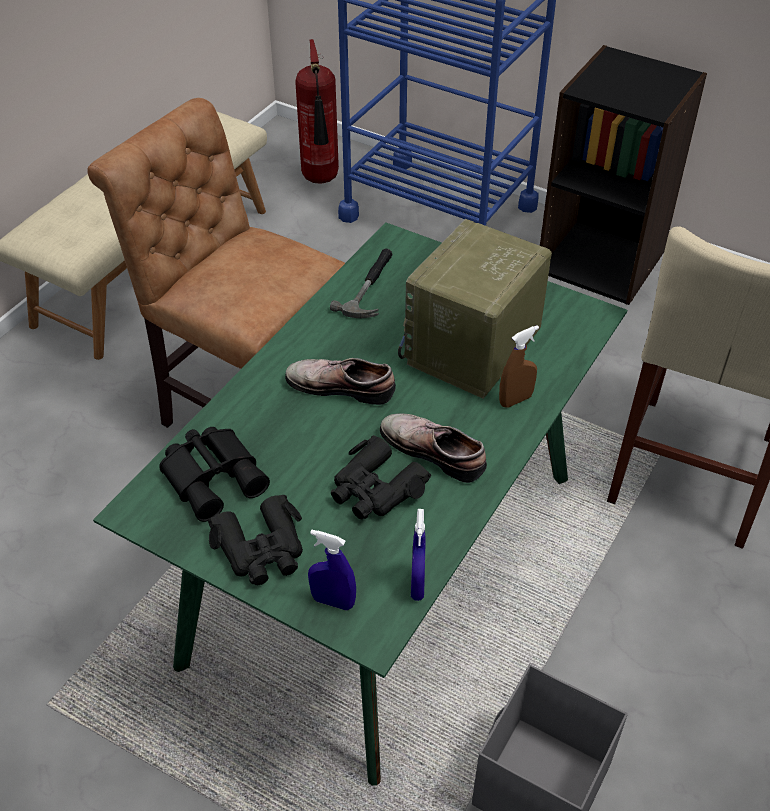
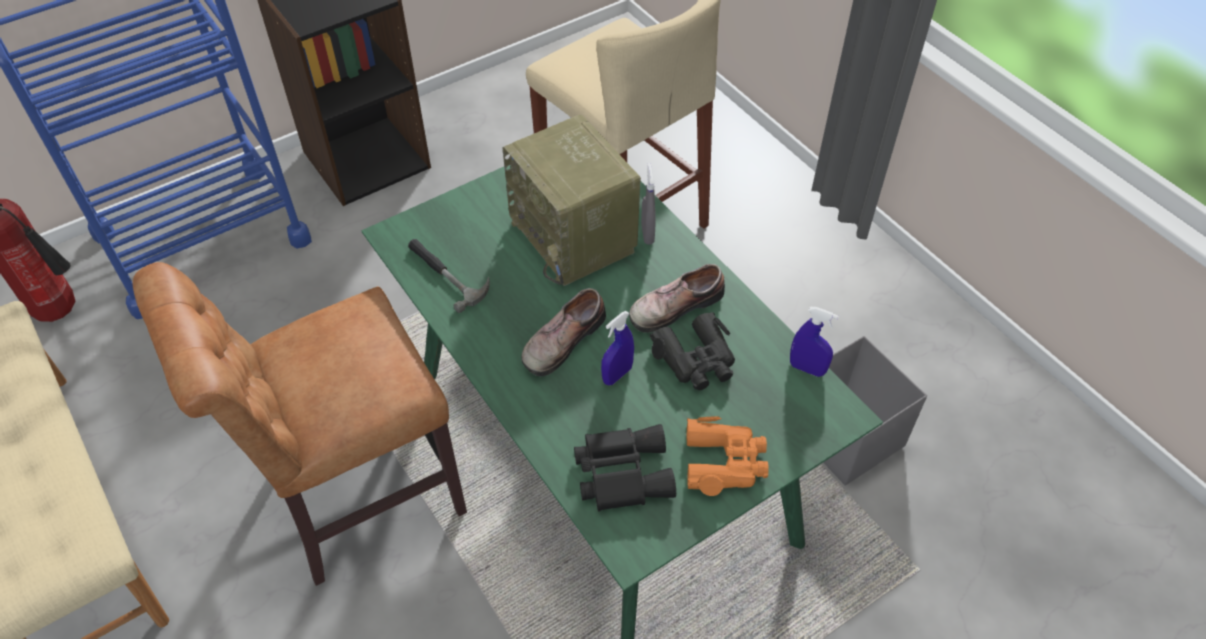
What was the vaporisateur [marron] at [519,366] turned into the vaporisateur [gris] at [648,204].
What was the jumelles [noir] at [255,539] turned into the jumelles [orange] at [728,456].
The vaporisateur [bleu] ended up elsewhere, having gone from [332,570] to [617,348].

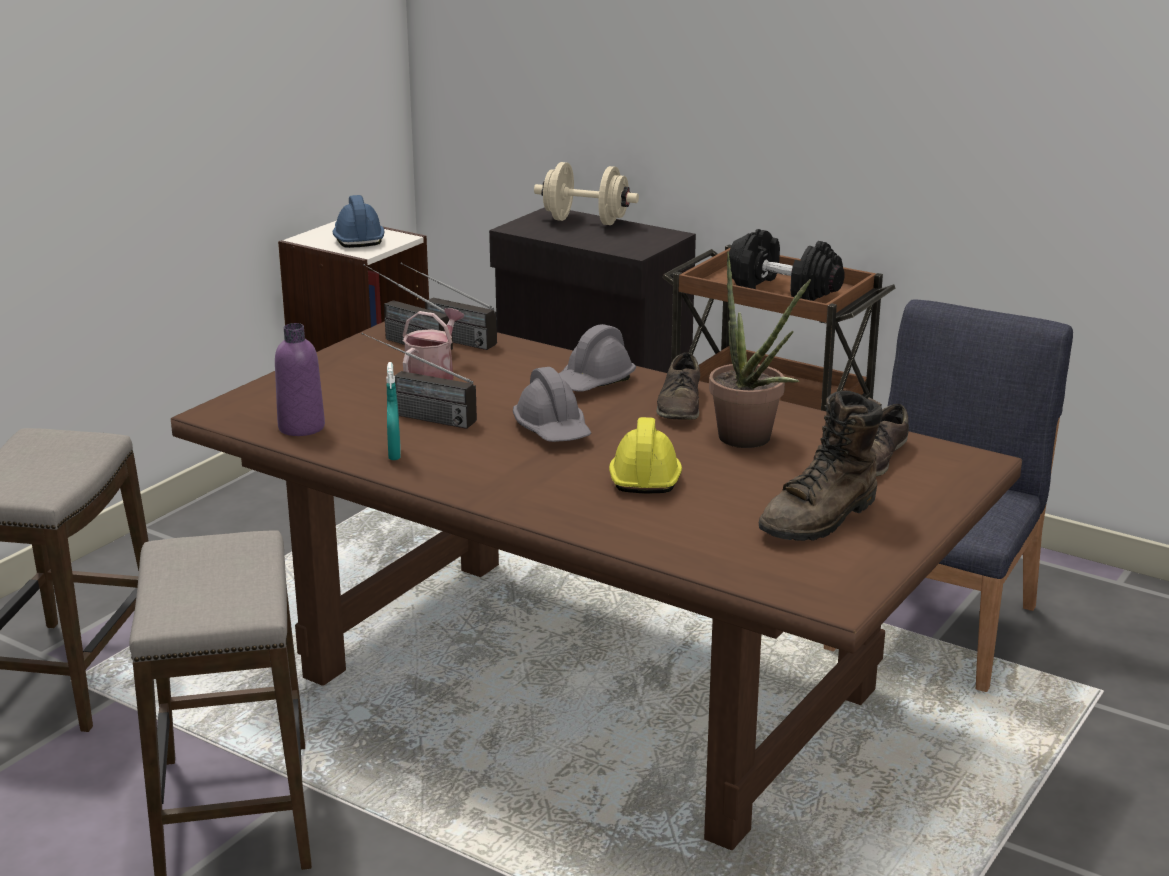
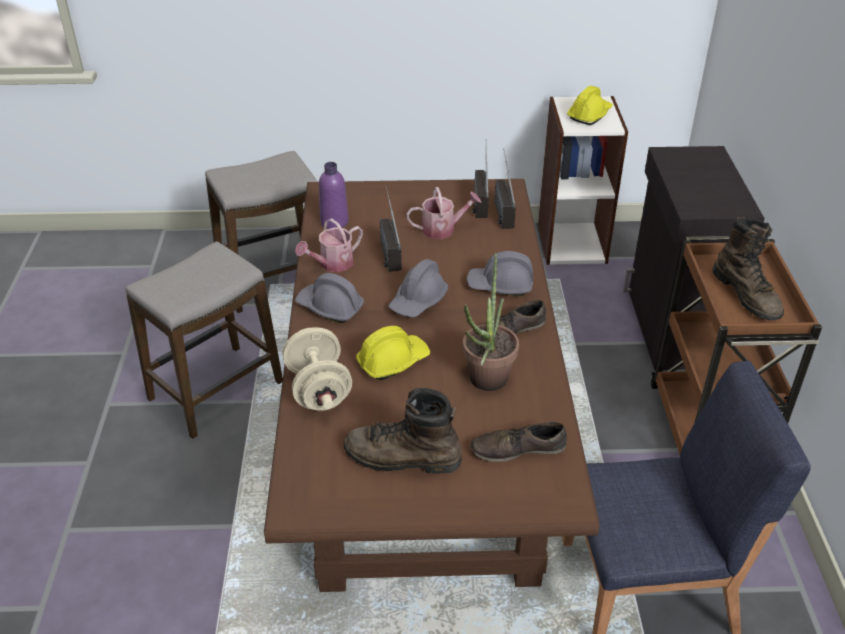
The haltère [beige] ended up elsewhere, having gone from [586,193] to [317,369].
What was the casque de chantier [bleu] at [358,221] turned into the casque de chantier [jaune] at [590,105].
Where the haltère [noir] stood at [786,265], the botte [marron] came to stand at [748,268].
Where the vaporisateur [turquoise] stood at [393,411], the arrosoir came to stand at [329,245].
The second view gained the casque de chantier [gris] at [329,298].

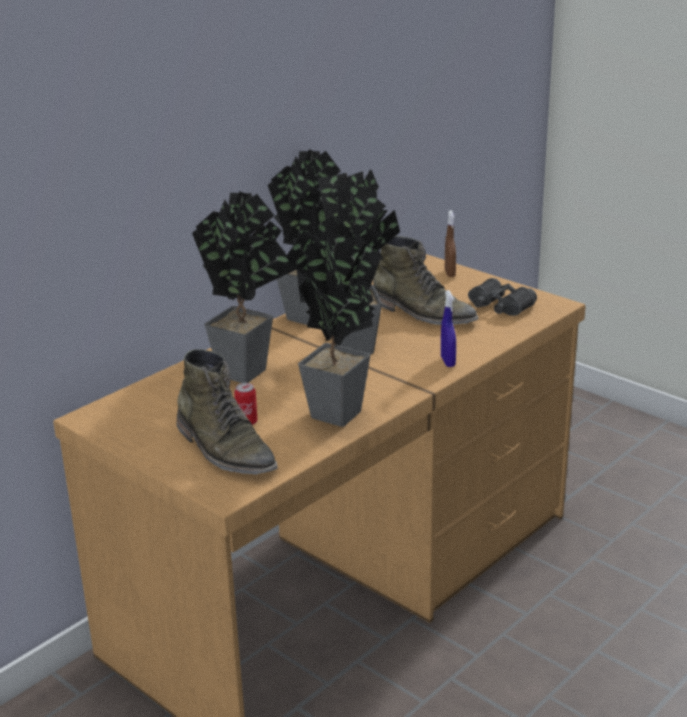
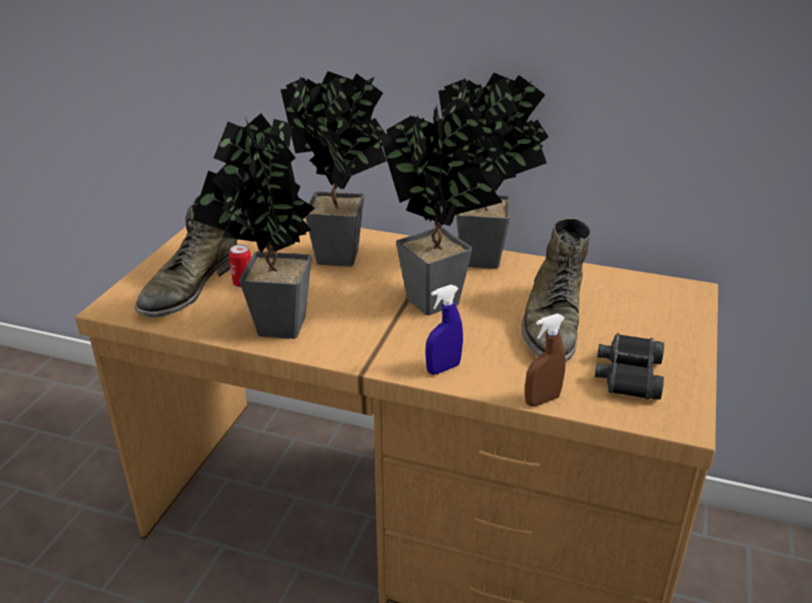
The vaporisateur [marron] ended up elsewhere, having gone from [450,243] to [545,360].

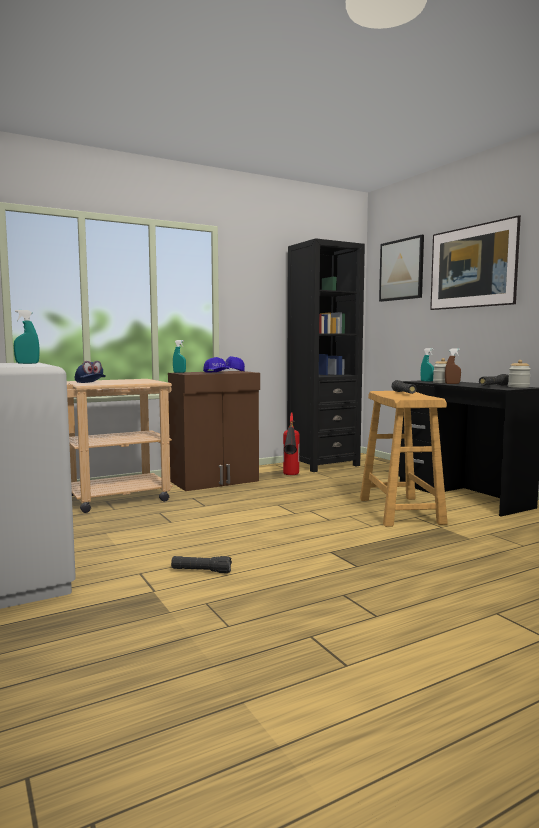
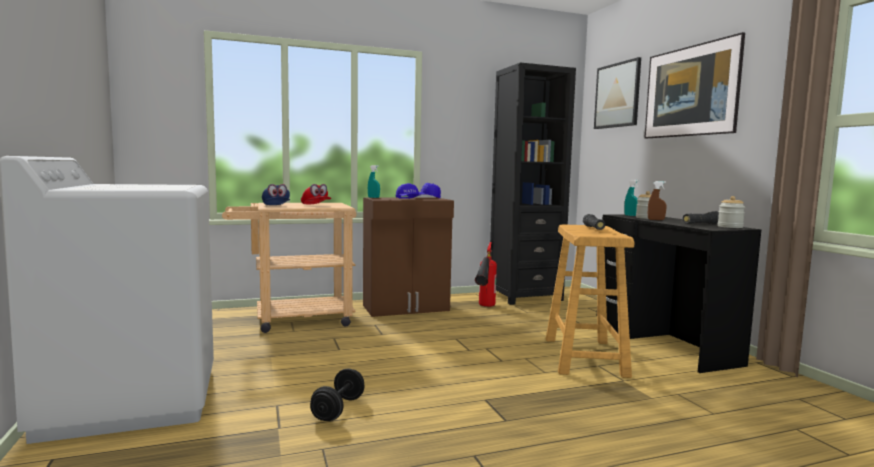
The second view lost the vaporisateur [turquoise] at [26,337].
Where the lampe de poche [noir] stood at [201,564], the haltère [noir] came to stand at [337,394].
The second view gained the casquette [rouge] at [316,194].

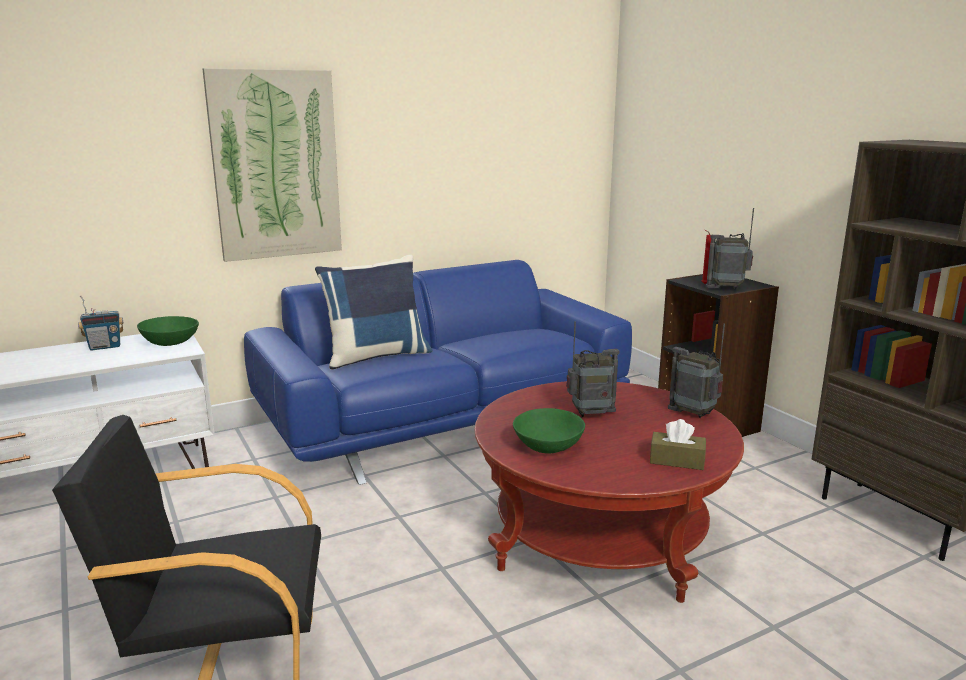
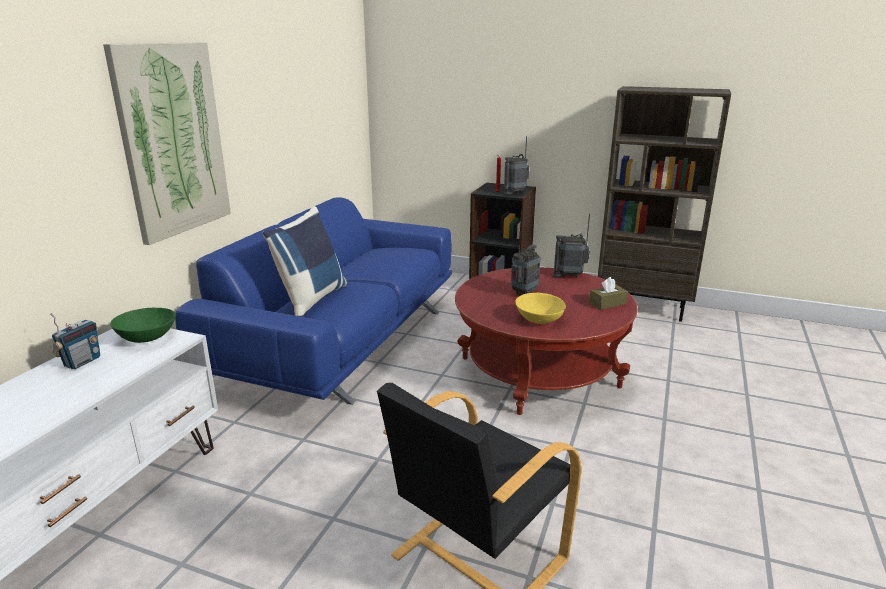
What was the bol [vert] at [549,431] turned into the bol [jaune] at [540,308].

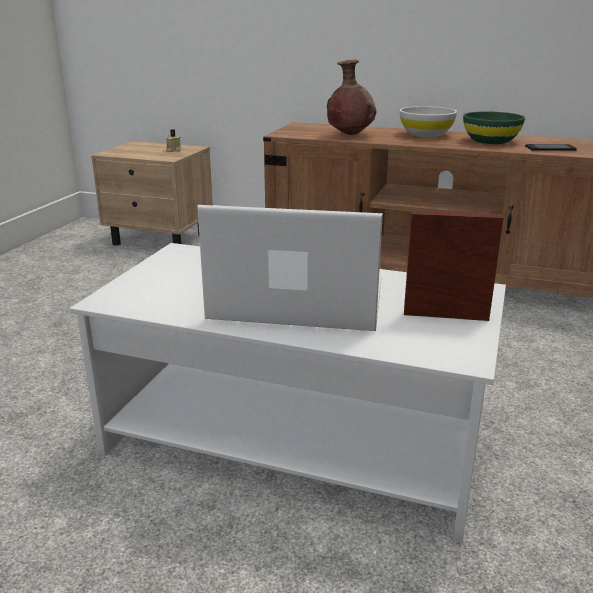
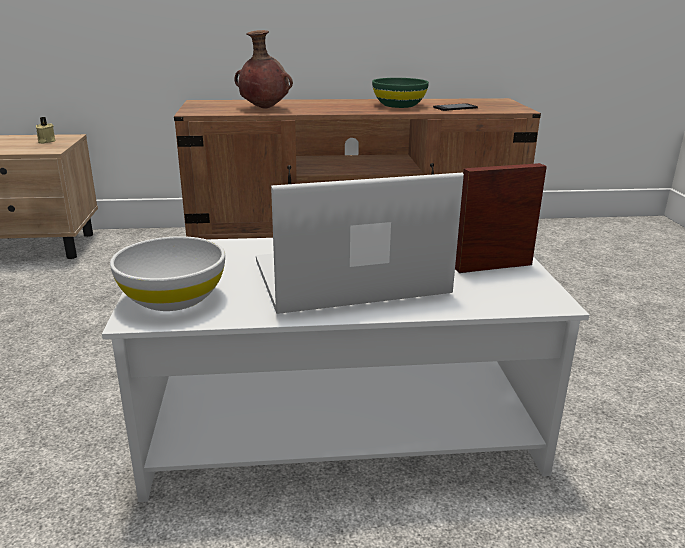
The bol [blanc] ended up elsewhere, having gone from [428,121] to [167,273].

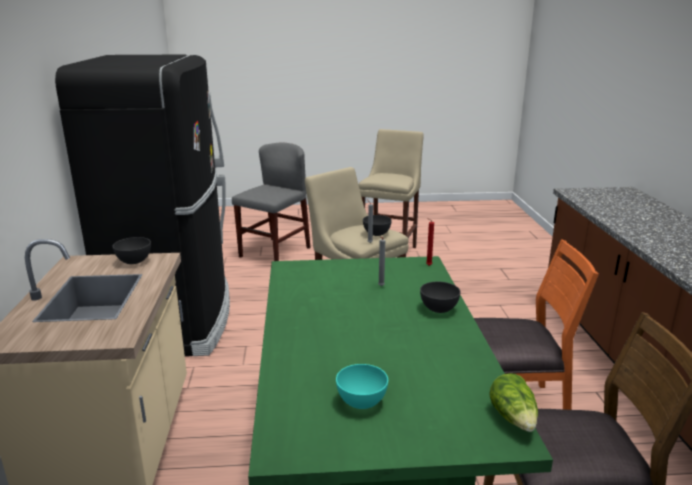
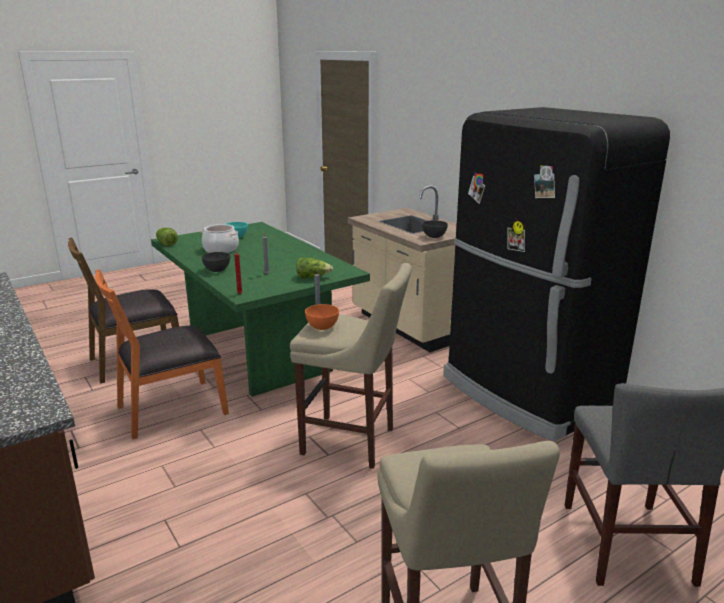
What was the bol [gris] at [377,225] turned into the bol [orange] at [322,317].
The second view gained the marmite at [220,238].
The second view gained the laitue at [315,268].

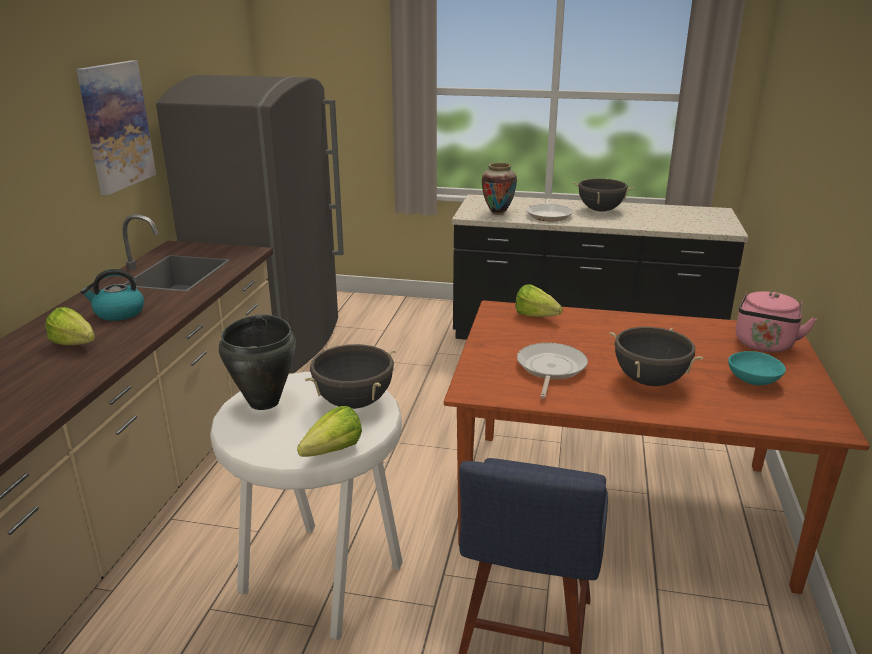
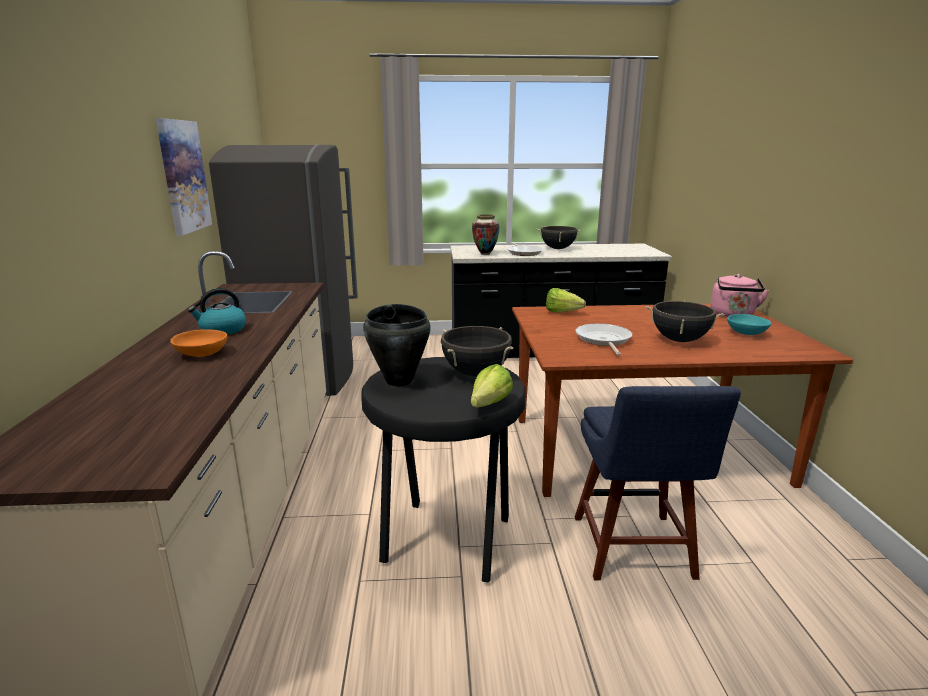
Where the laitue stood at [70,326], the bol [orange] came to stand at [198,343].
What was the tabouret [blanc] at [306,506] turned into the tabouret [noir] at [443,470].

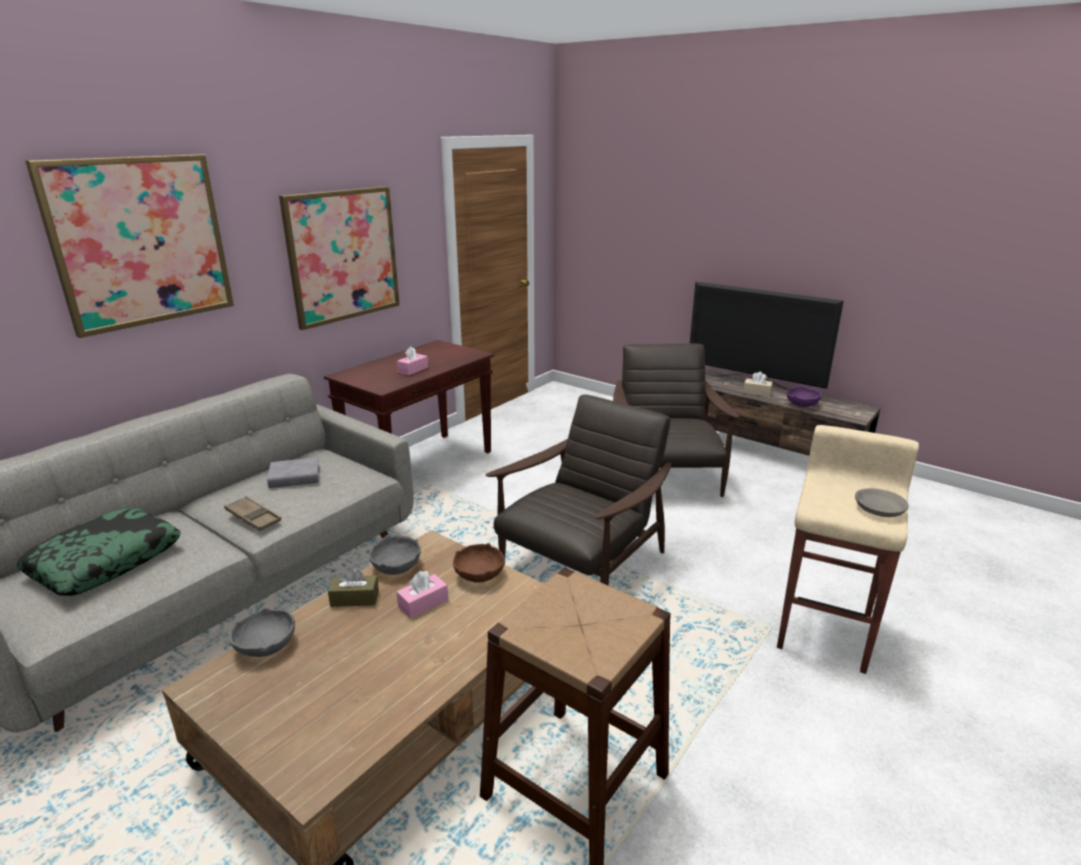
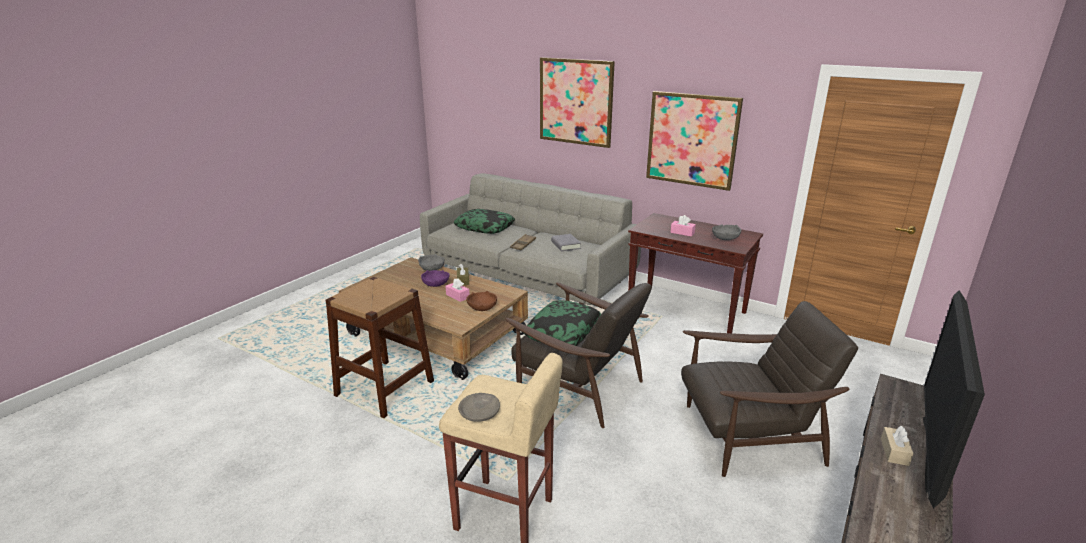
The bol [violet] ended up elsewhere, having gone from [804,396] to [435,278].
The bol [gris] ended up elsewhere, having gone from [395,555] to [726,232].
The second view gained the coussin at [562,323].

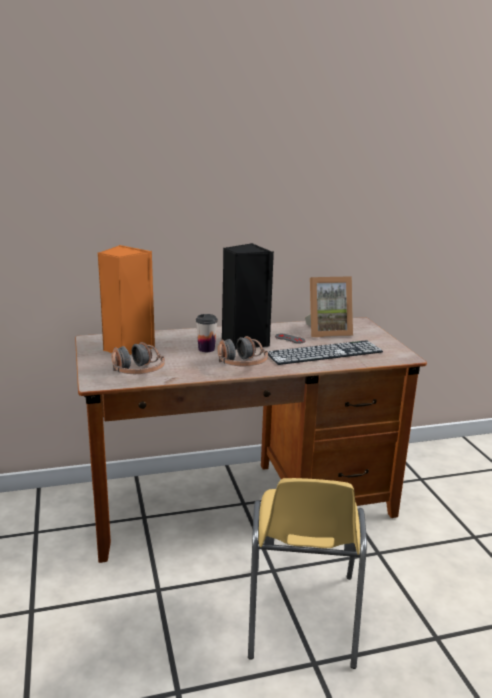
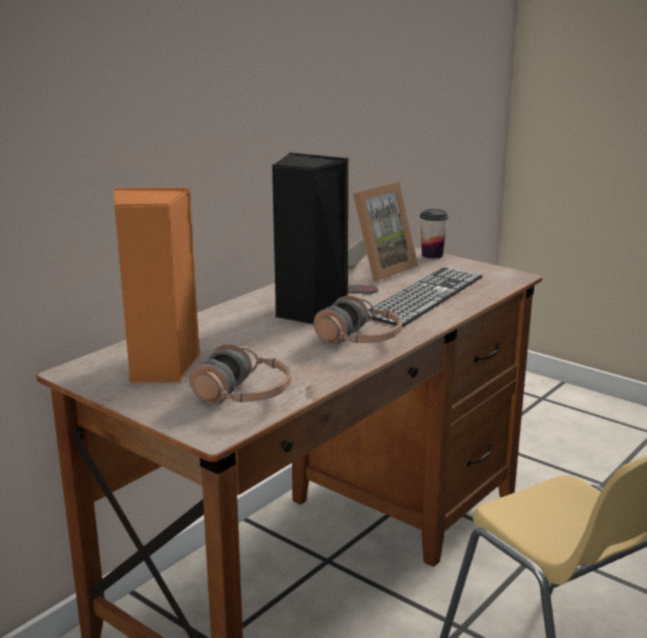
The tasse ended up elsewhere, having gone from [207,333] to [434,234].

